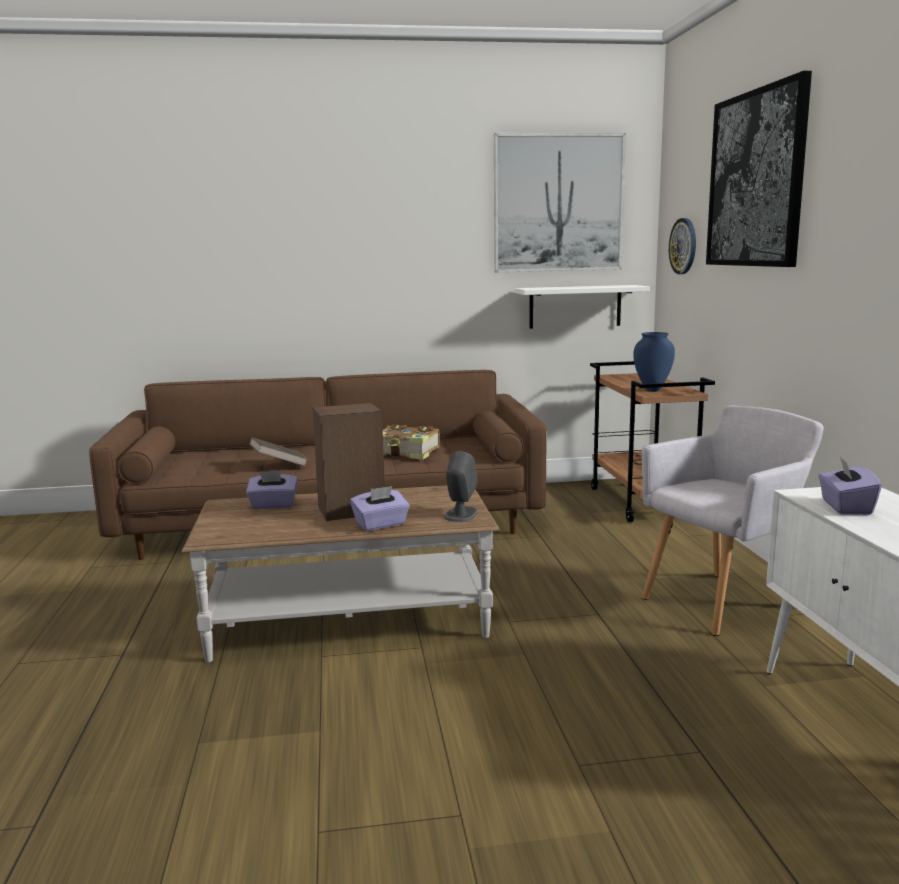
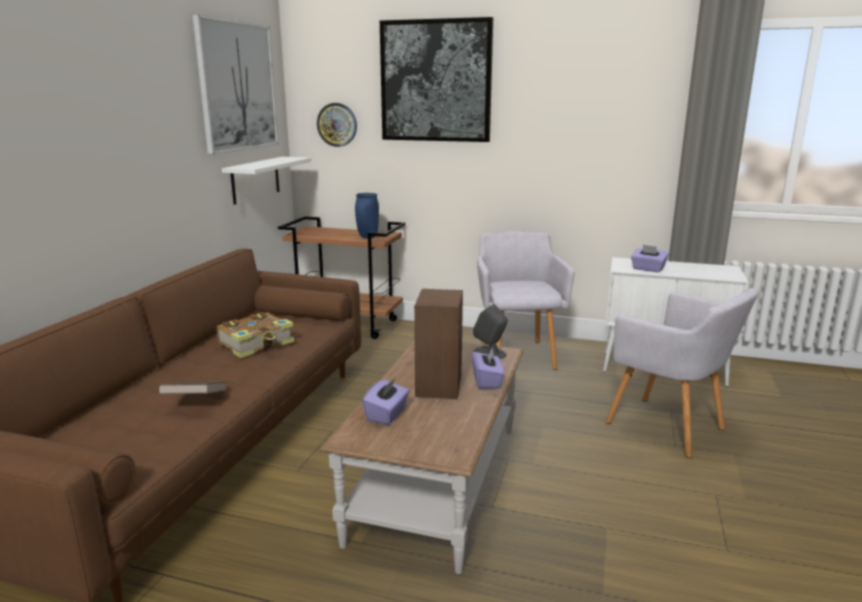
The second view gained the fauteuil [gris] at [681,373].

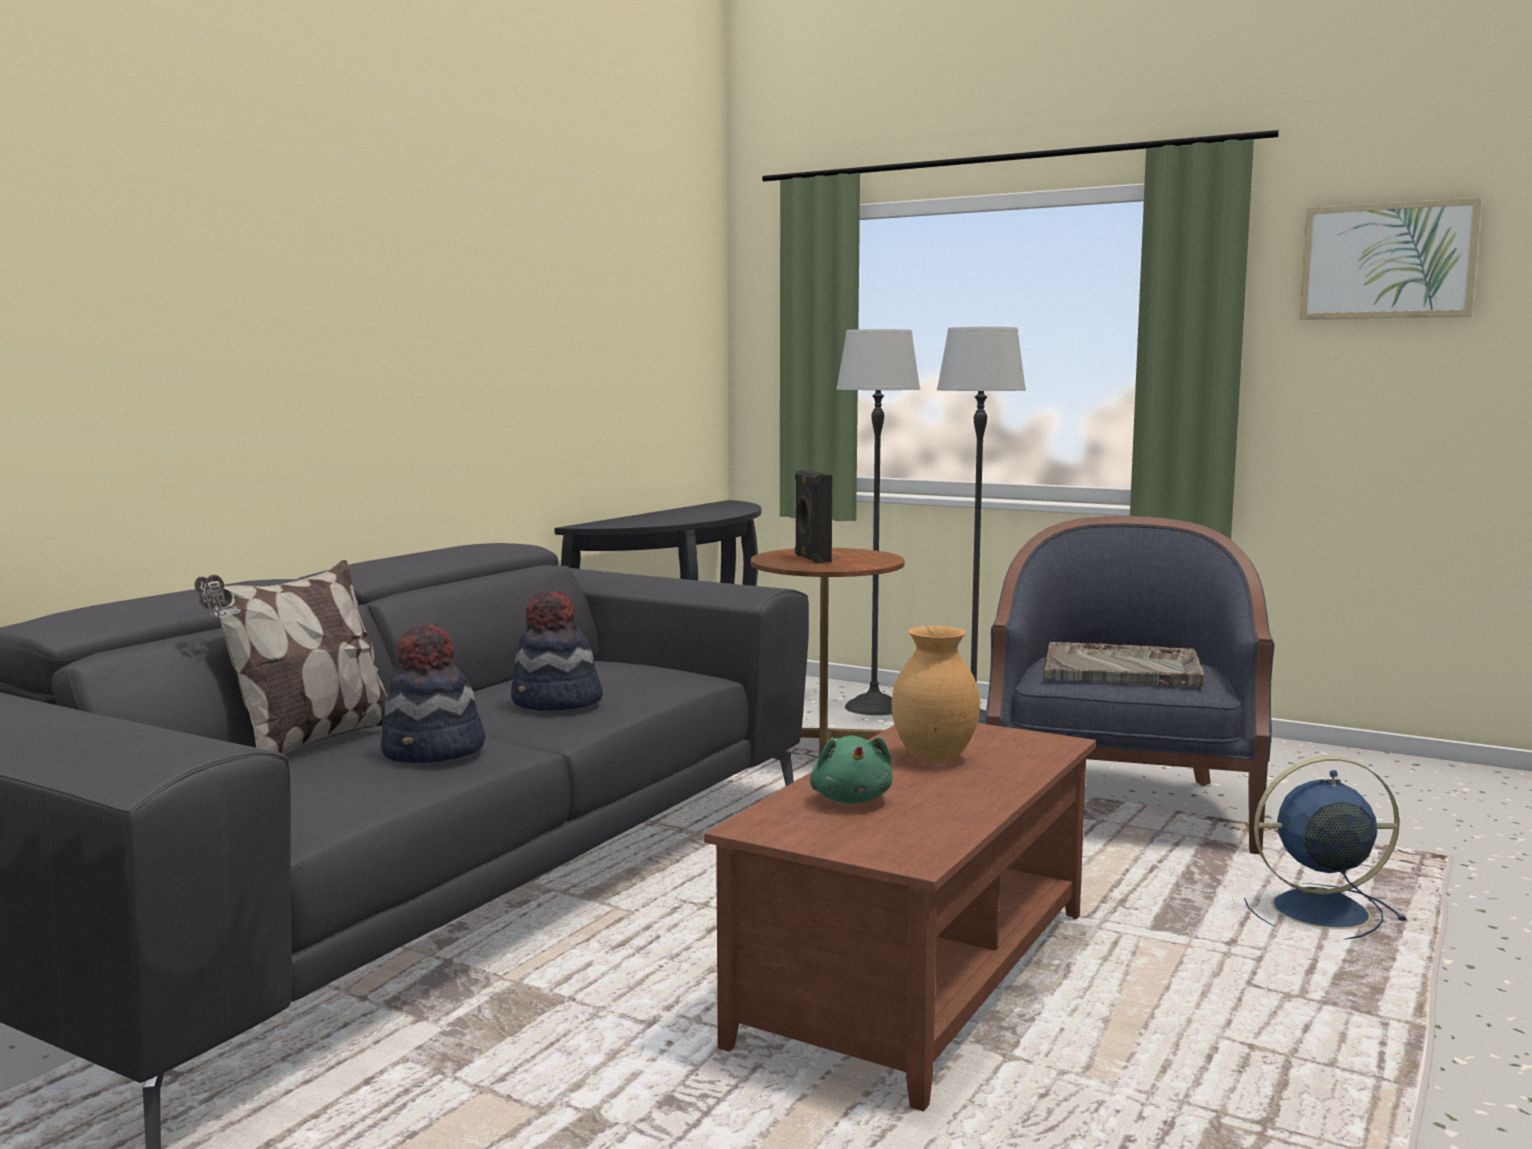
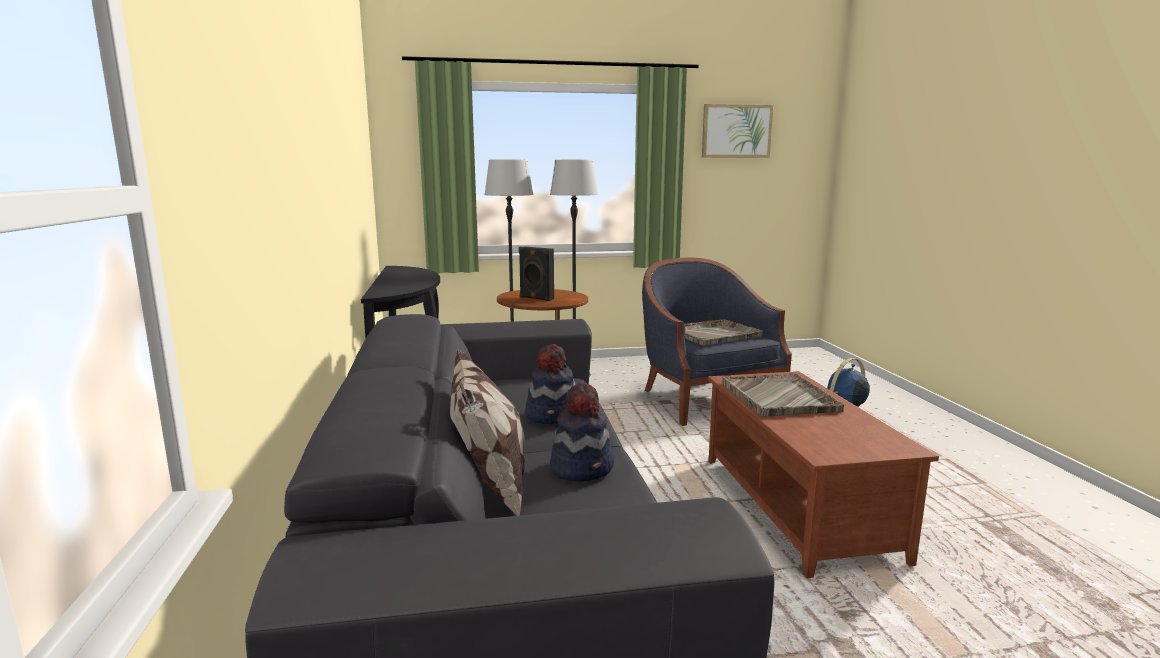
Where the vase [marron] stood at [936,694], the plateau [gris] came to stand at [783,395].
The second view lost the peluche [vert] at [851,770].

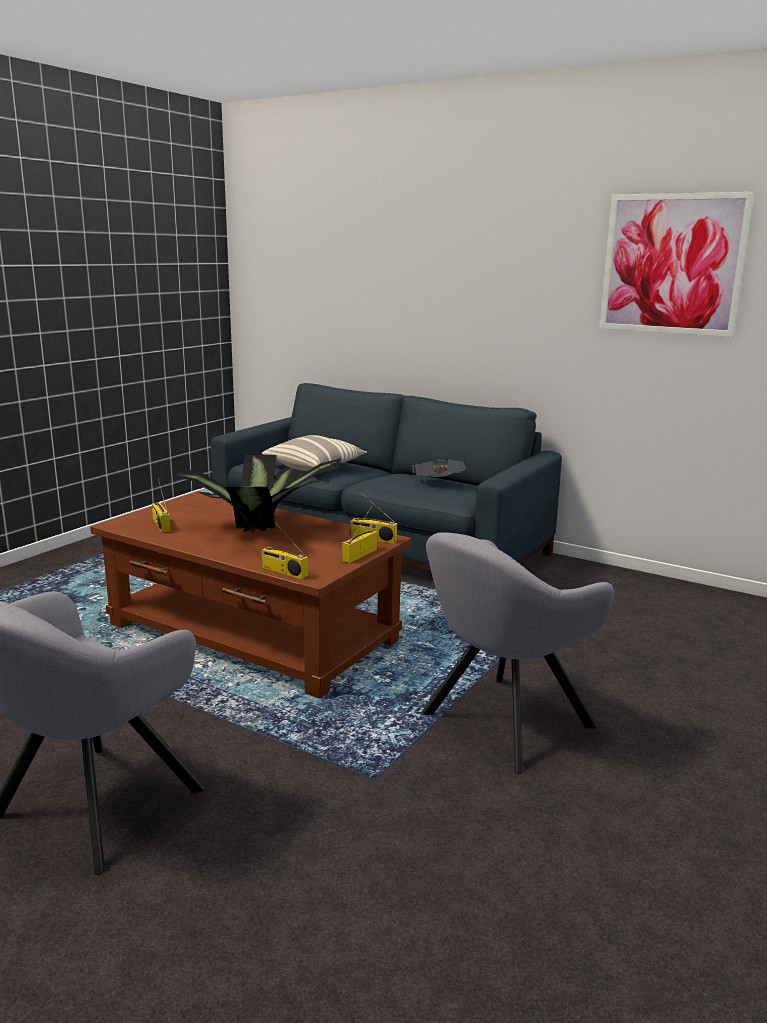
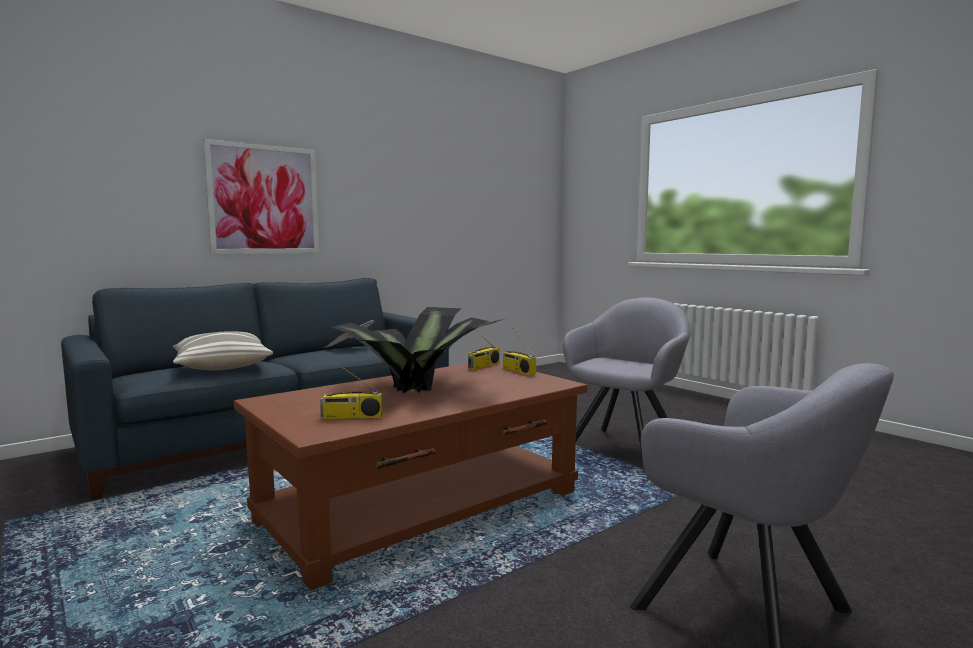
The tableau ended up elsewhere, having gone from [677,264] to [261,196].
The second view lost the radio at [284,549].
The fauteuil [gris] at [517,653] ended up facing another way, 120 degrees counterclockwise from before.

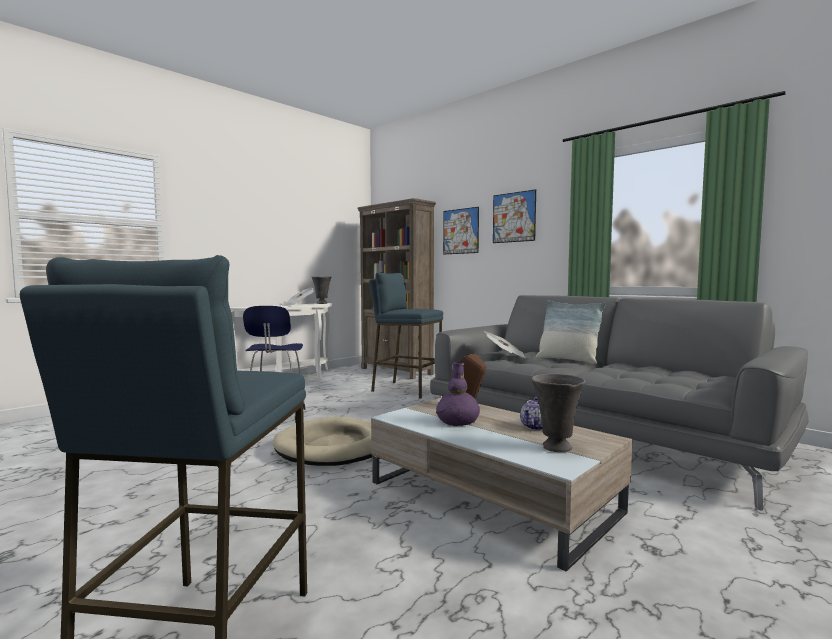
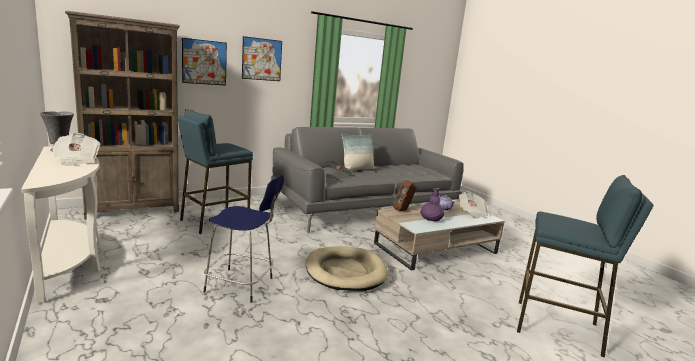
Where the vase [gris] stood at [559,413], the journal came to stand at [473,205].

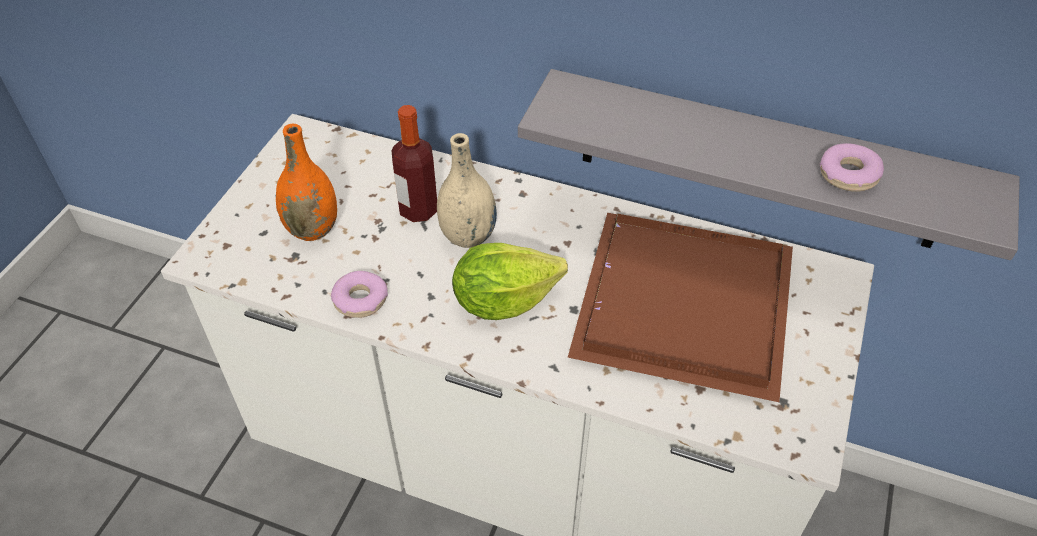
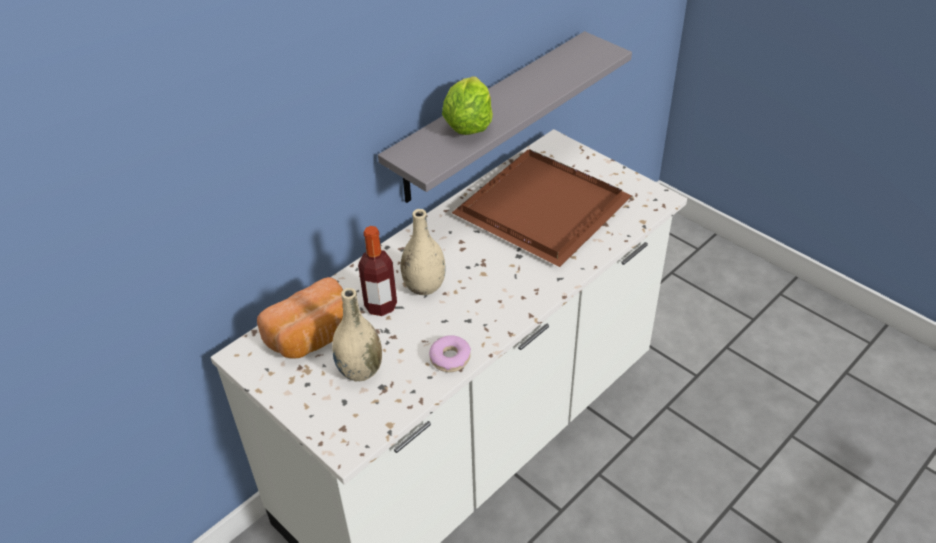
What was the vase [orange] at [306,182] turned into the vase [beige] at [357,334].
The second view lost the beignet at [852,167].
The laitue ended up elsewhere, having gone from [510,281] to [467,105].
The second view gained the pain at [300,318].

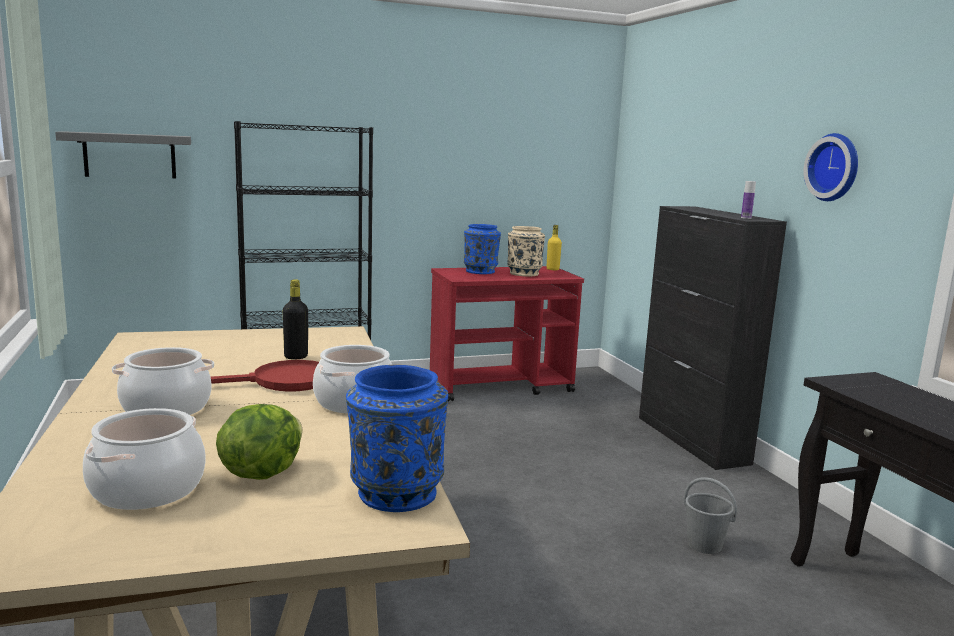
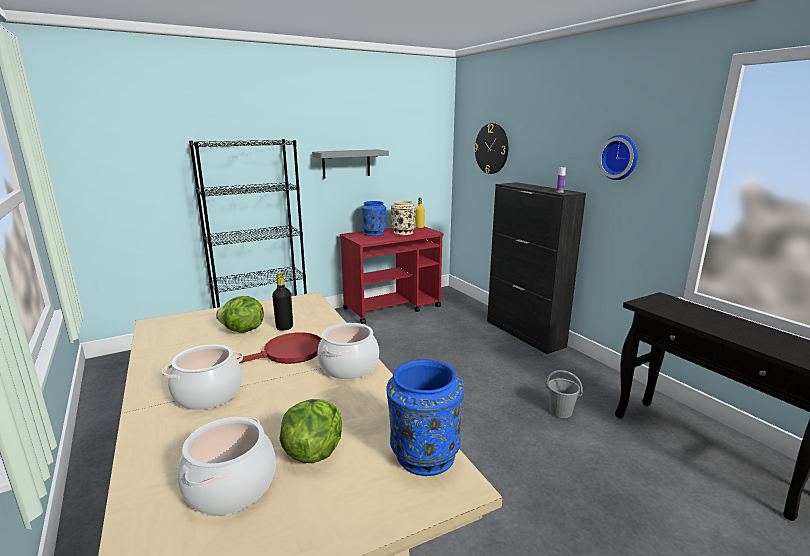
The étagère [gris] ended up elsewhere, having gone from [123,155] to [350,164].
The second view gained the horloge murale at [491,148].
The second view gained the laitue at [240,314].

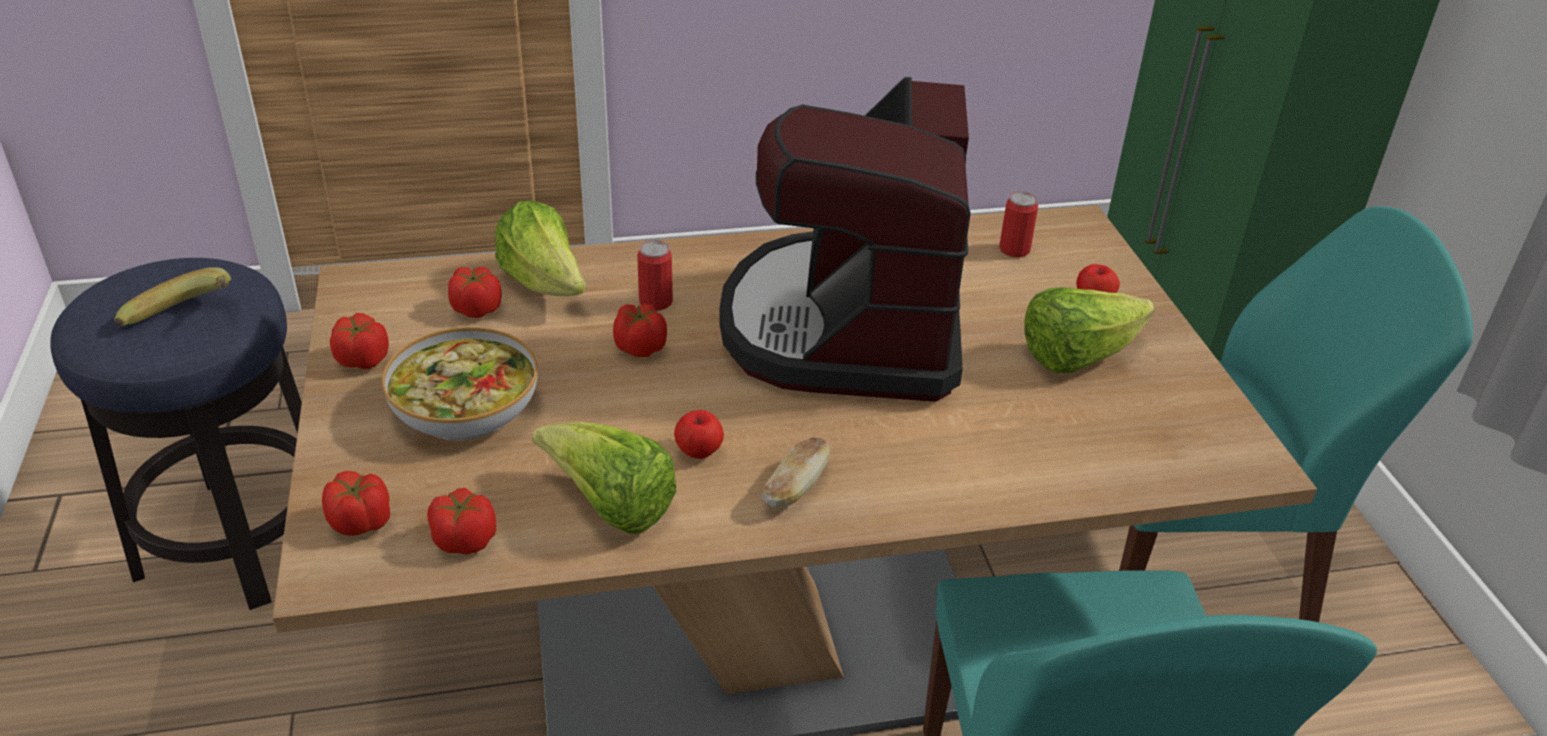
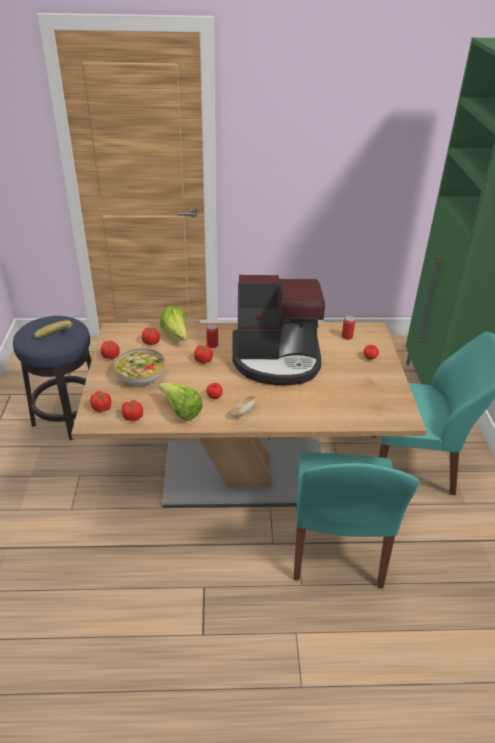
The machine à café at [845,239] ended up facing another way, 105 degrees counterclockwise from before.
The second view lost the laitue at [1089,330].

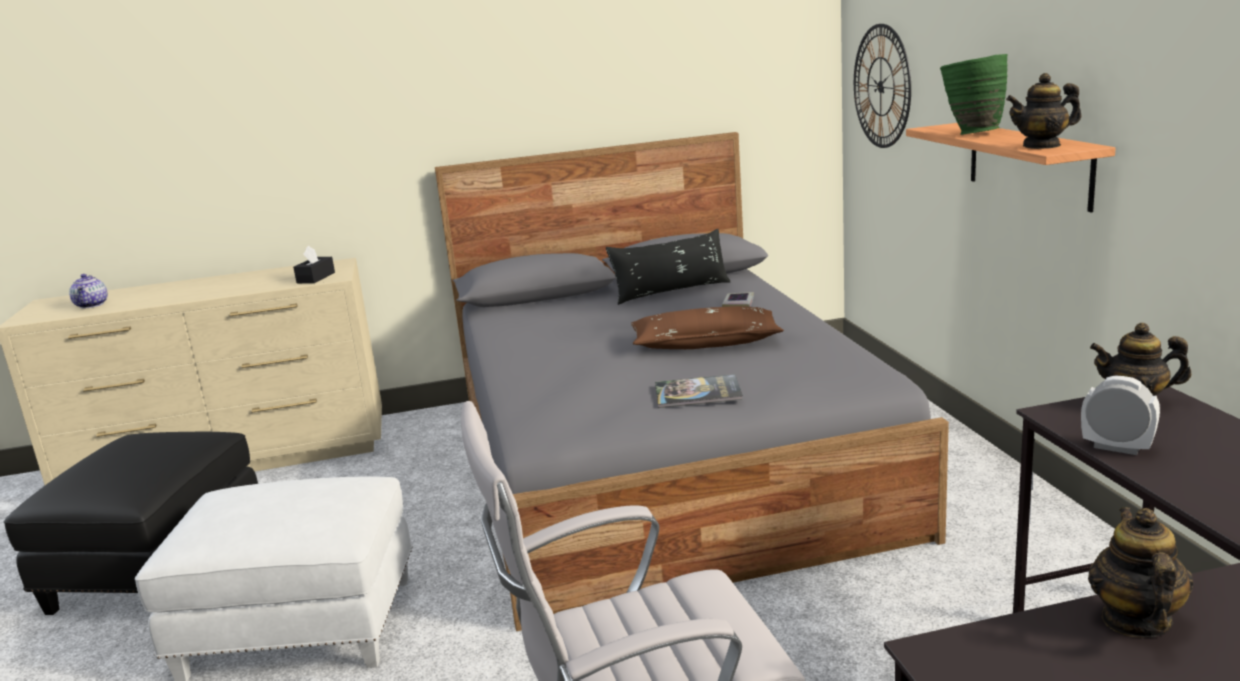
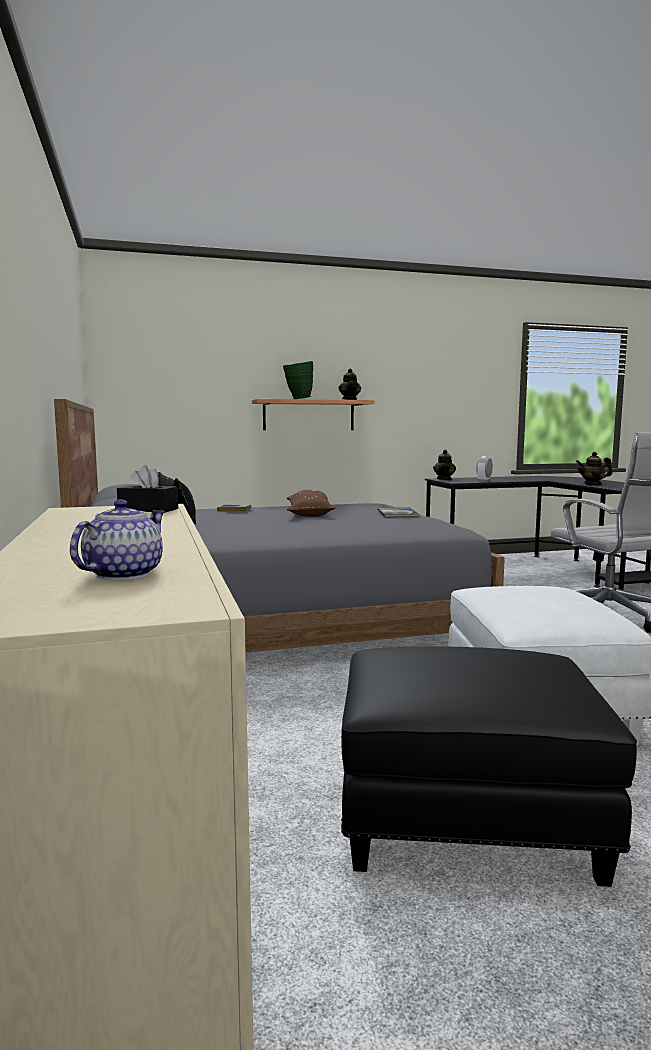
The second view lost the horloge murale at [882,86].
The théière at [88,291] ended up facing another way, 45 degrees counterclockwise from before.

